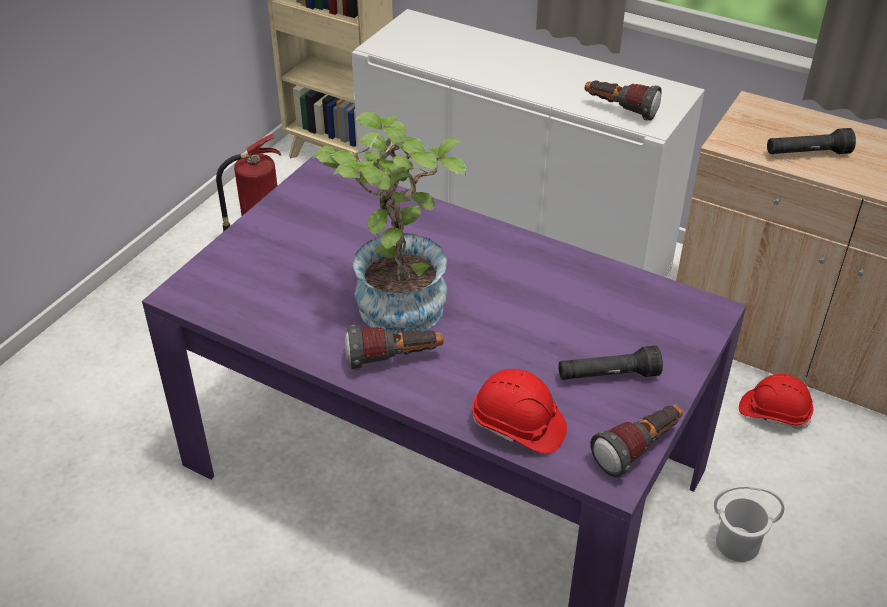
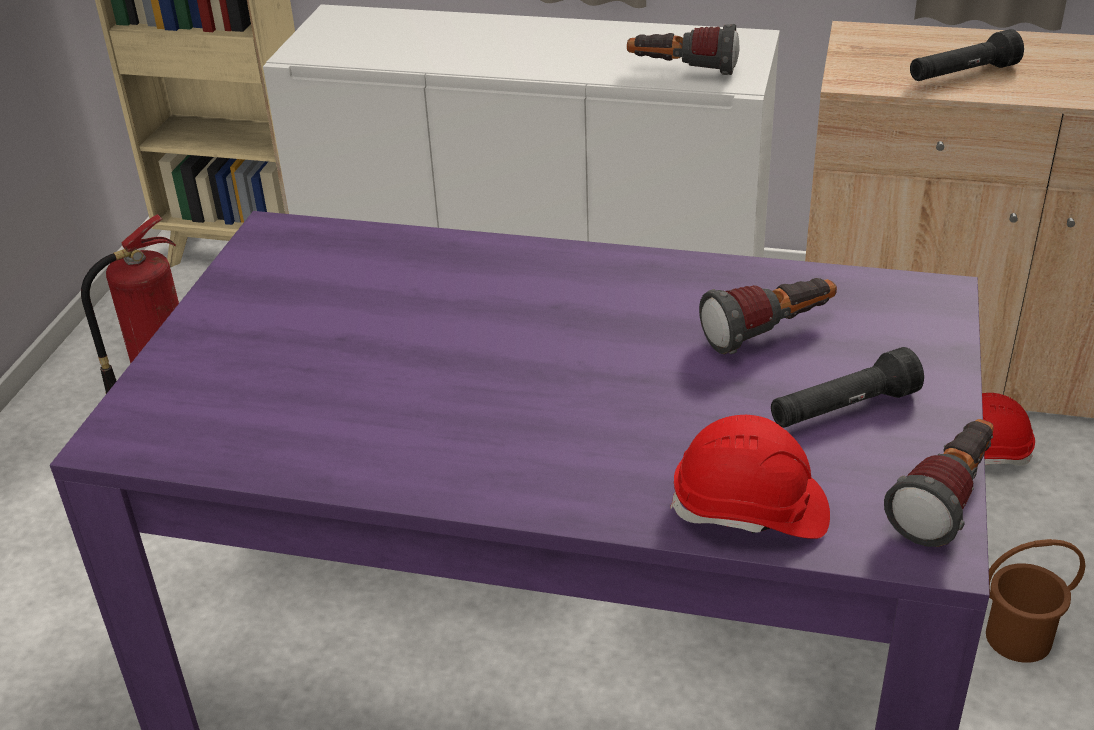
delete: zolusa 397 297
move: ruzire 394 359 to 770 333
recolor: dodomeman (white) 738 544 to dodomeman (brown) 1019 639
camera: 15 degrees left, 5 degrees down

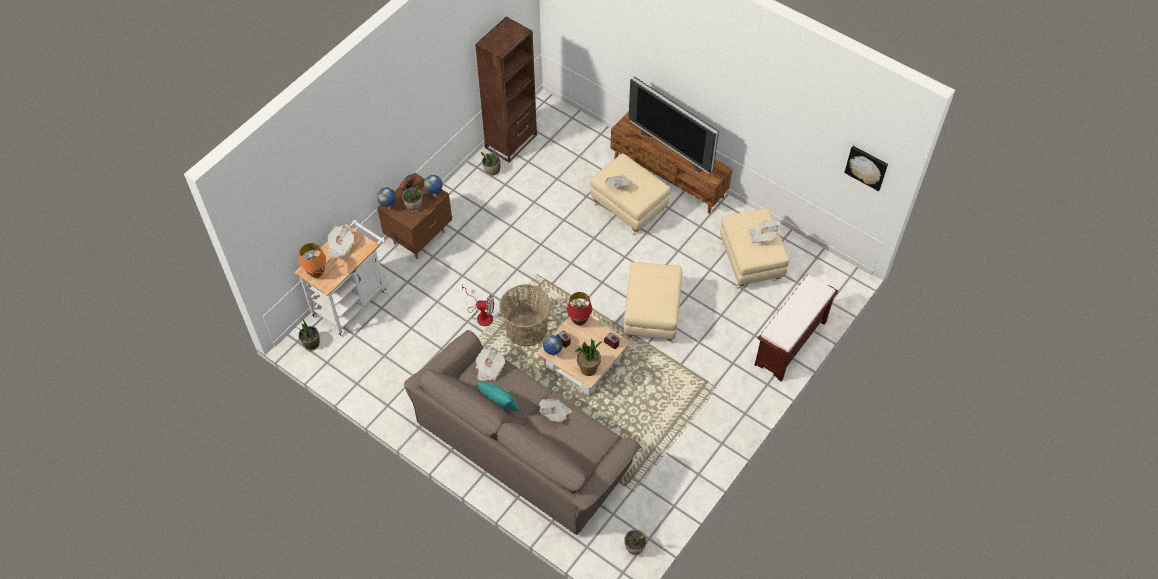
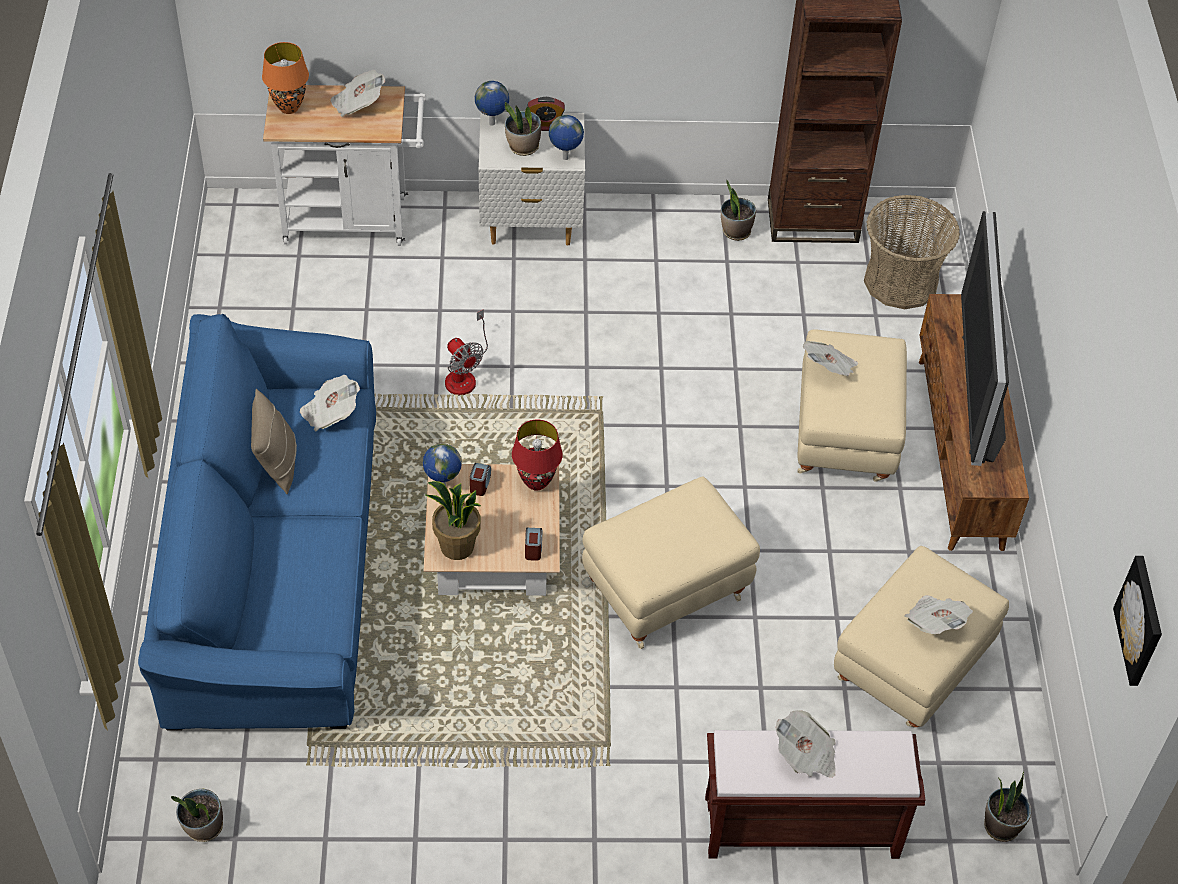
move: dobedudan 526 328 to 901 281; zolusa 311 343 to 1001 826; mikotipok 555 414 to 805 755
recolor: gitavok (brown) 419 238 to gitavok (white) 531 225; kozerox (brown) 524 445 to kozerox (blue) 276 566; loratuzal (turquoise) 499 404 to loratuzal (beige) 277 463
camera: 50 degrees right, 5 degrees down

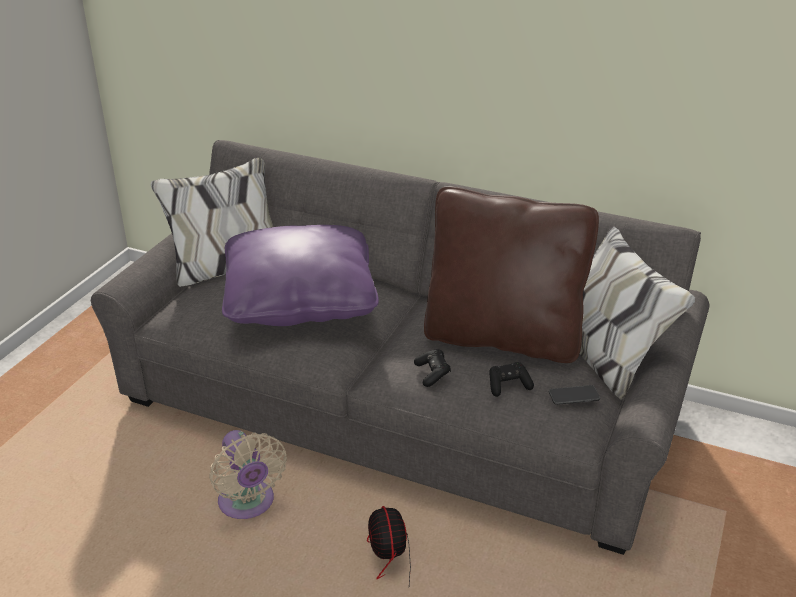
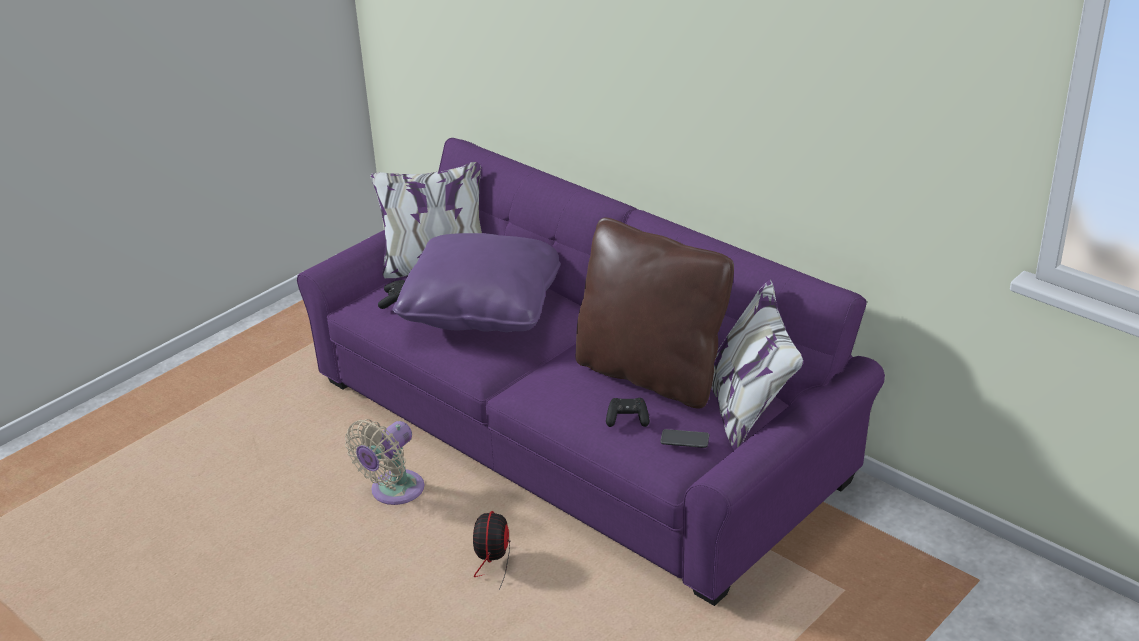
move: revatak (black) 432 374 to 394 300
recolor: kozerox (grey) 399 405 to kozerox (purple) 576 430
rotate: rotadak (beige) 248 504 = 393 492 45 degrees clockwise
camera: 20 degrees right, 0 degrees up

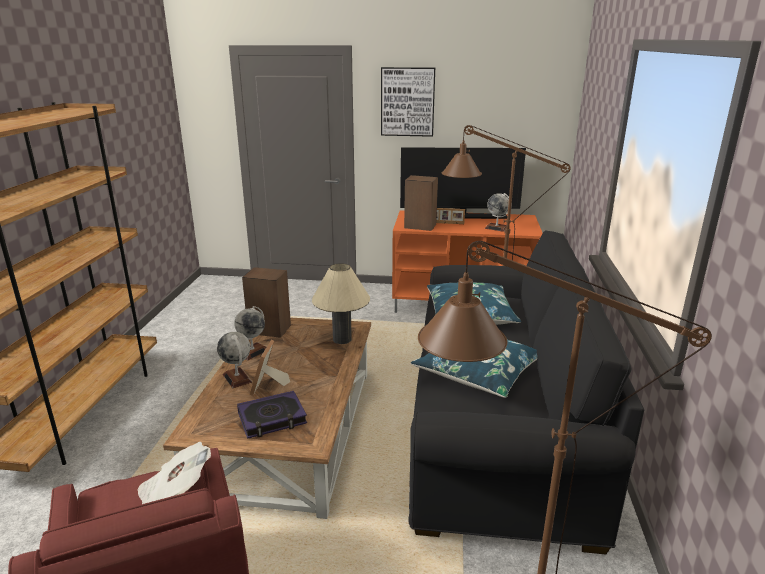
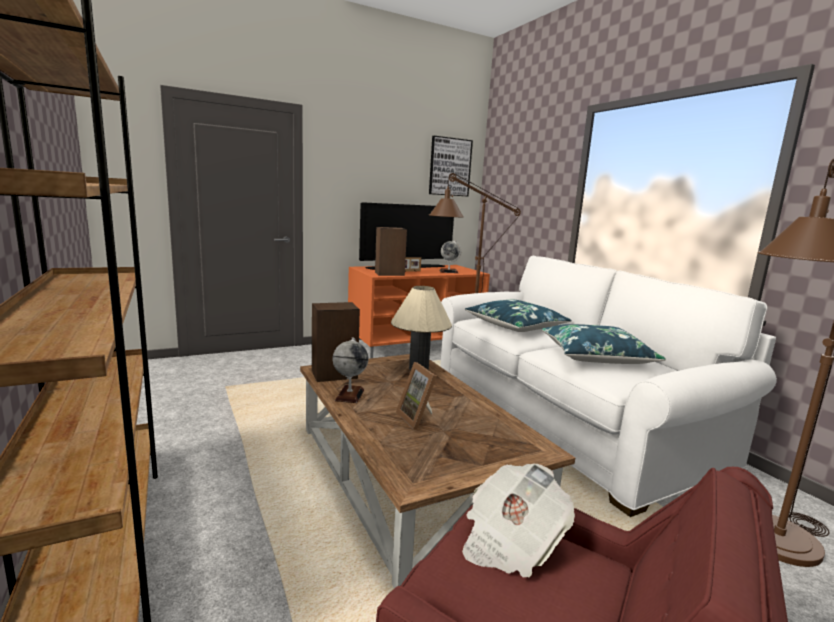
delete: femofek 237 378; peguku 272 418
move: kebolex 407 102 to 449 167
recolor: kozerox (black) 497 429 to kozerox (white) 564 422
camera: 35 degrees left, 10 degrees down

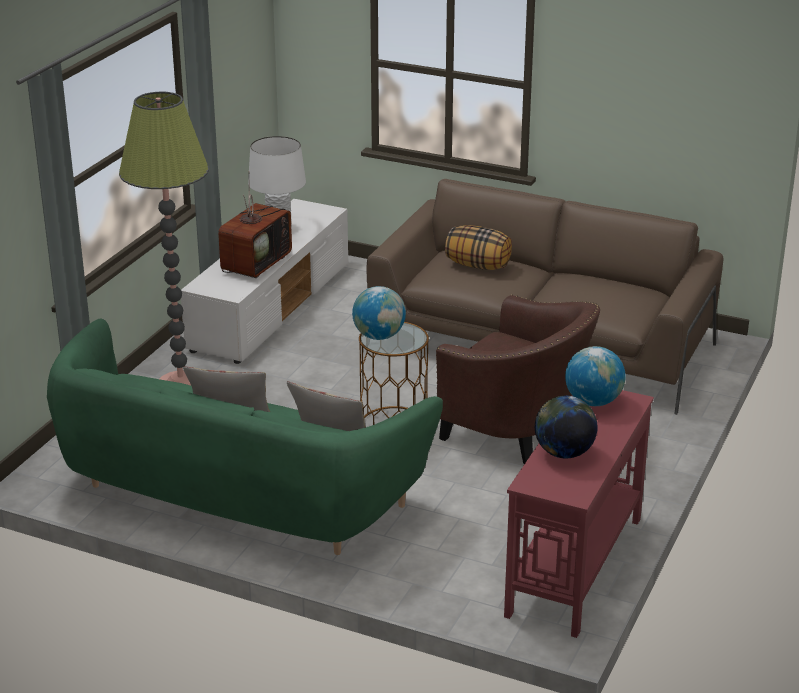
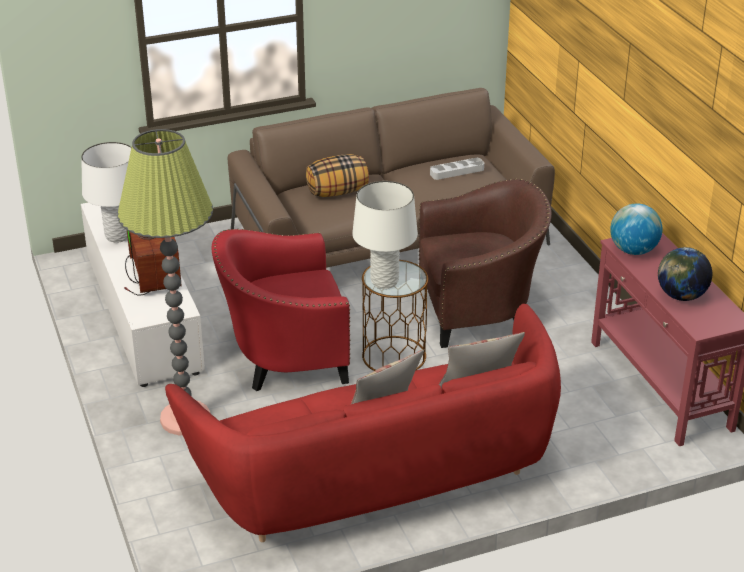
insert: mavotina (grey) 457 171; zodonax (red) 284 358
replace: femofek 379 336 to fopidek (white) 384 282
recolor: kozerox (green) 234 496 to kozerox (red) 378 479
camera: 45 degrees left, 5 degrees up

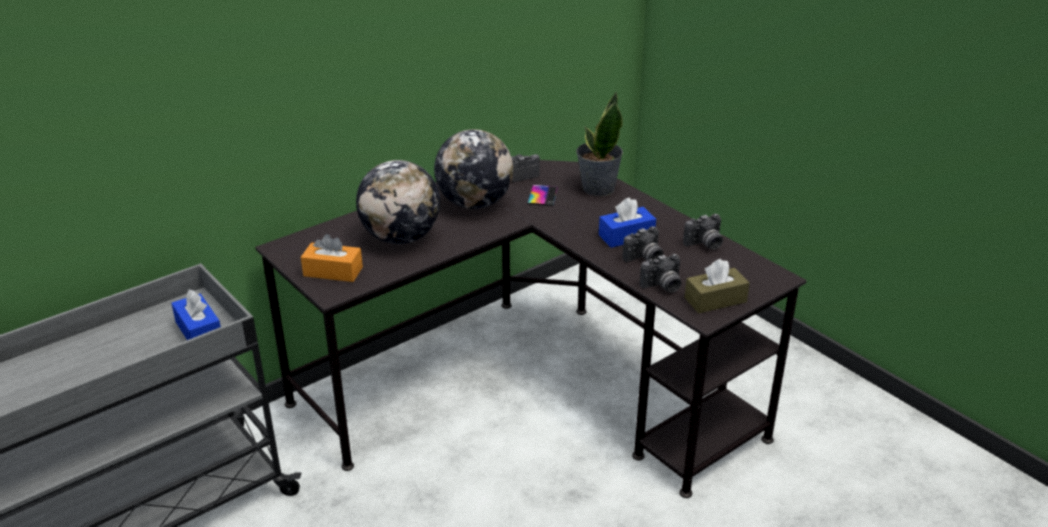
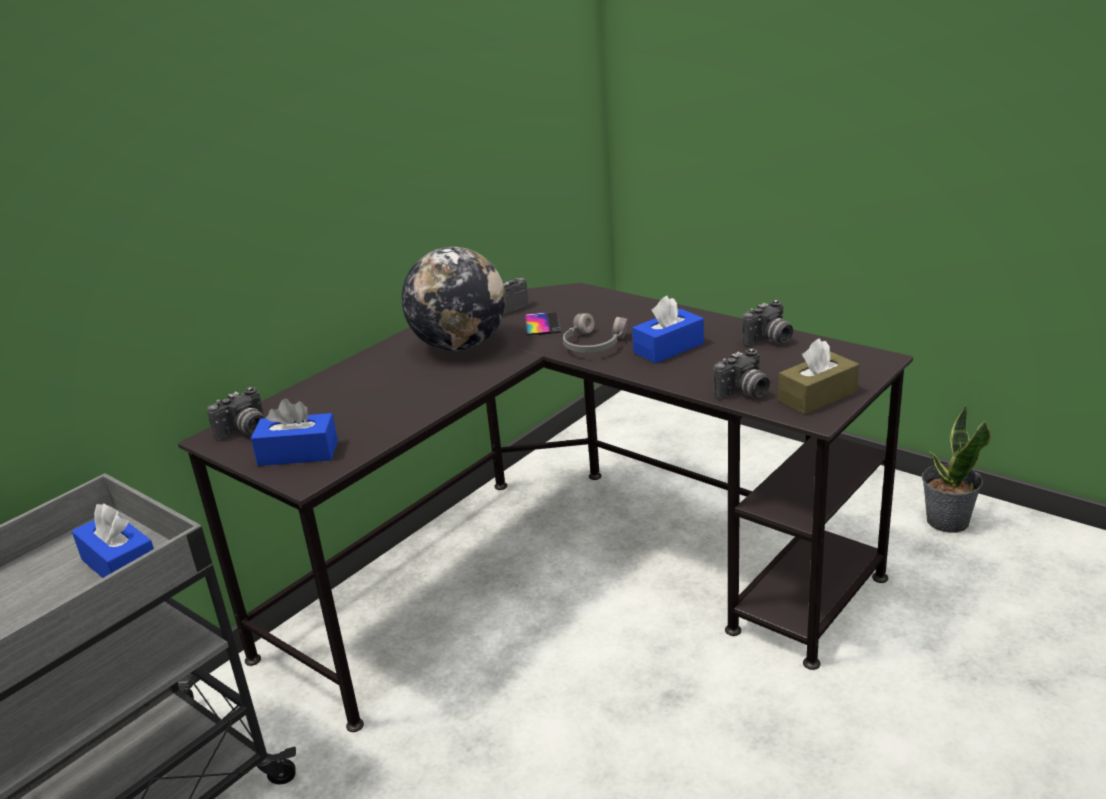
delete: femofek 401 238
insert: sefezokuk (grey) 592 345
move: zolusa 597 188 to 947 521; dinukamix 644 258 to 245 432
recolor: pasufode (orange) 333 271 to pasufode (blue) 298 453
camera: 10 degrees left, 5 degrees down

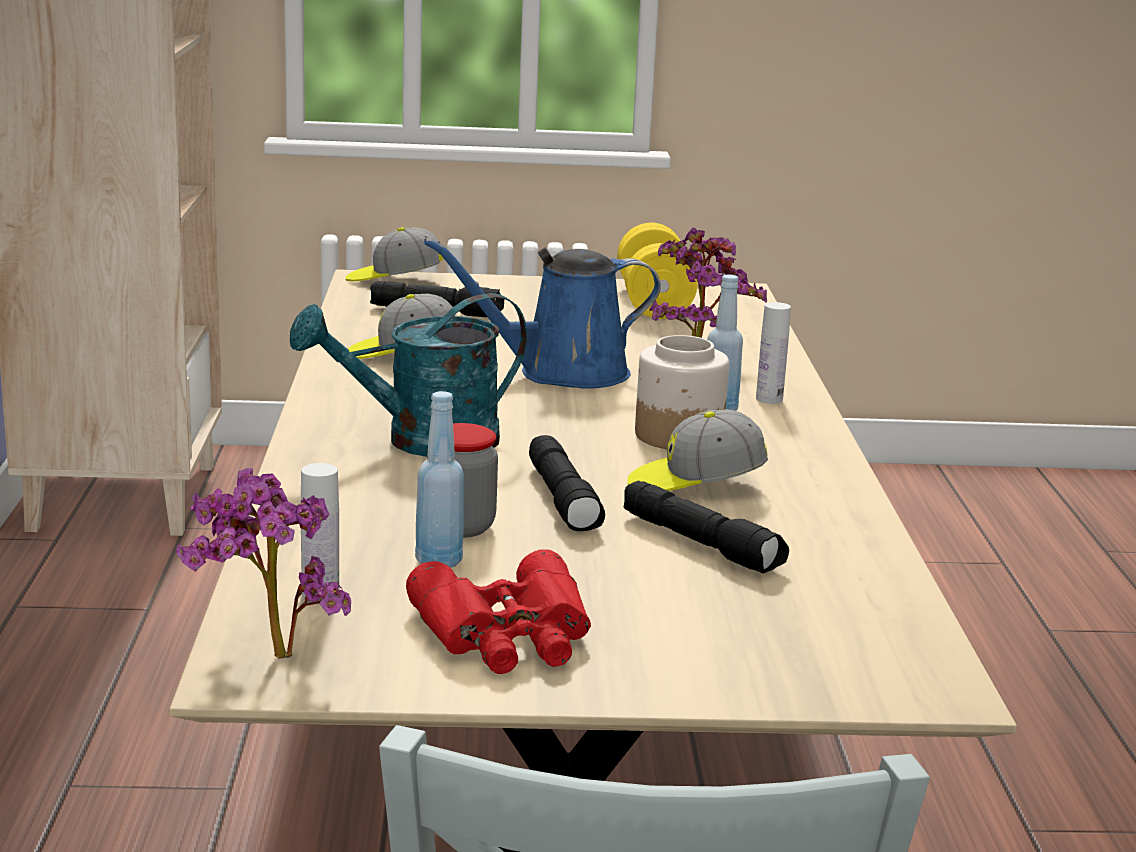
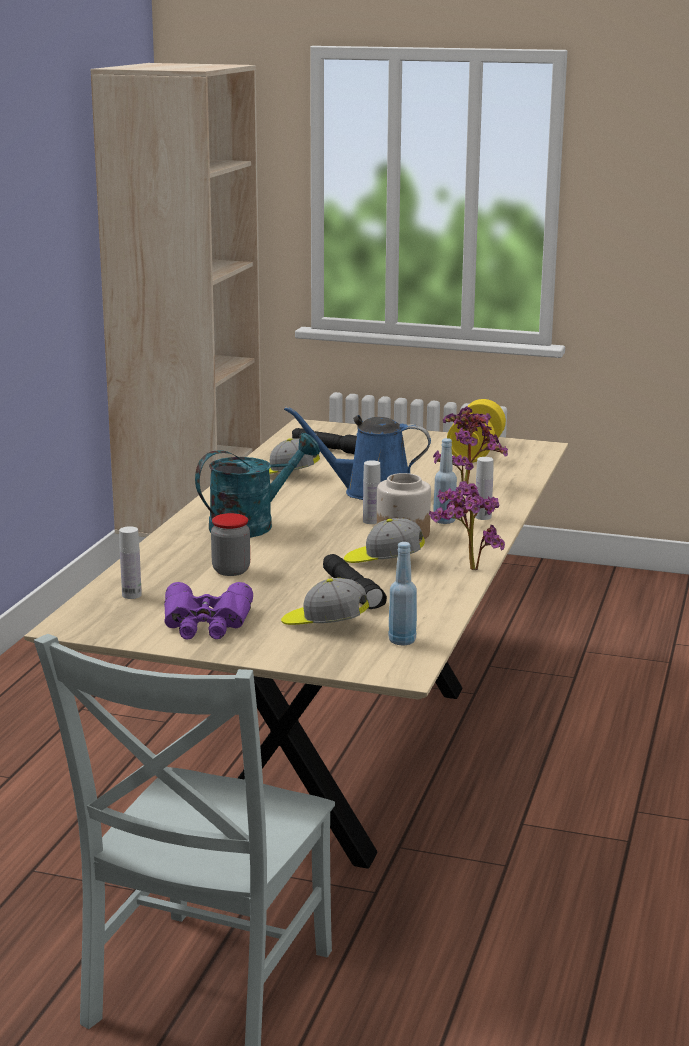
delete: ruzire (black) 564 500
insert: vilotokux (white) 371 521
move: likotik 394 280 to 324 624; vilotokux (blue) 439 561 to 402 641; zolusa 267 658 to 466 569
recolor: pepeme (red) 507 635 to pepeme (purple) 206 623
rotate: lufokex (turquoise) 423 442 = 252 525 150 degrees clockwise
camera: 20 degrees right, 0 degrees up

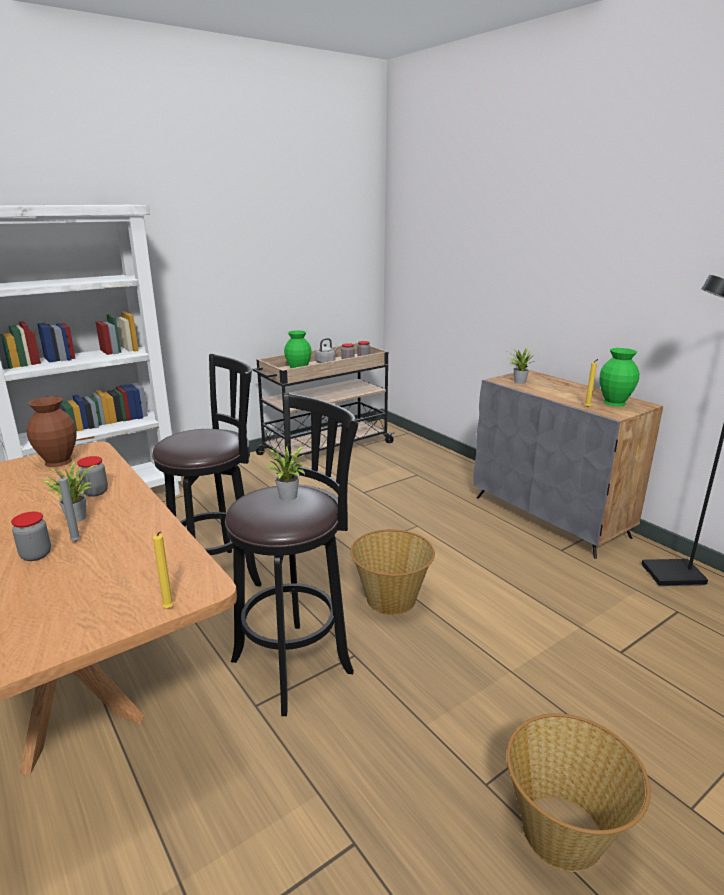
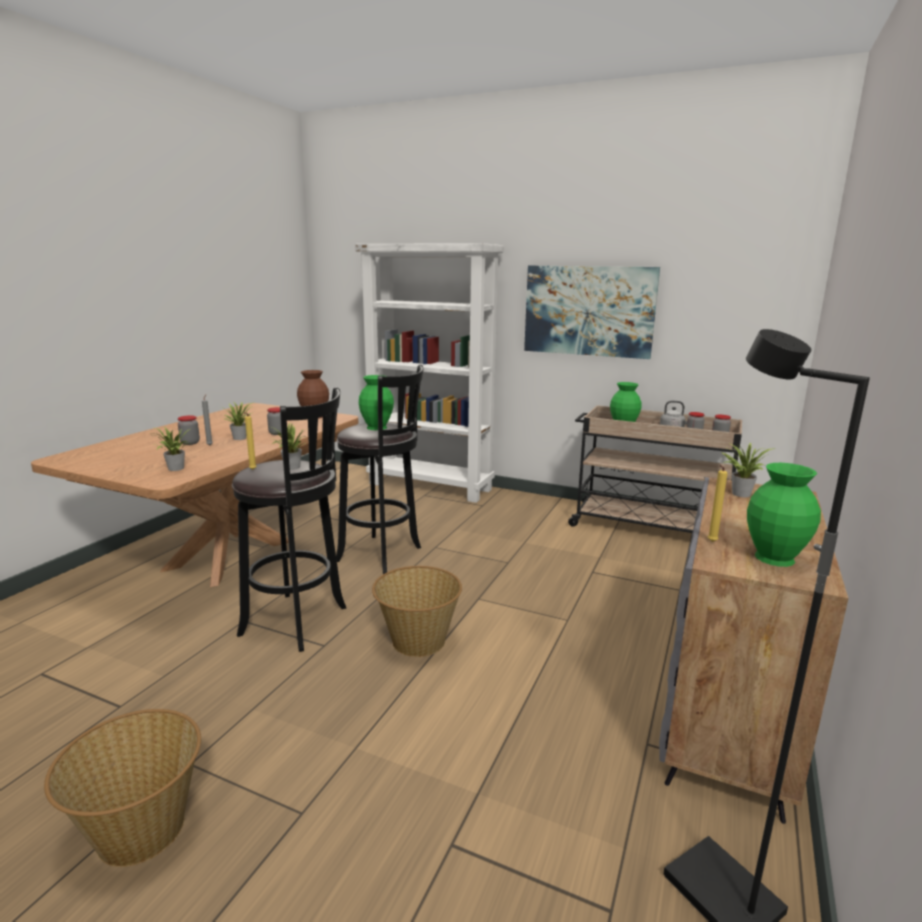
insert: kebolex 588 311; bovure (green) 376 427; zolusa 174 469
move: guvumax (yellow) 169 609 to 252 470
camera: 60 degrees right, 5 degrees down

